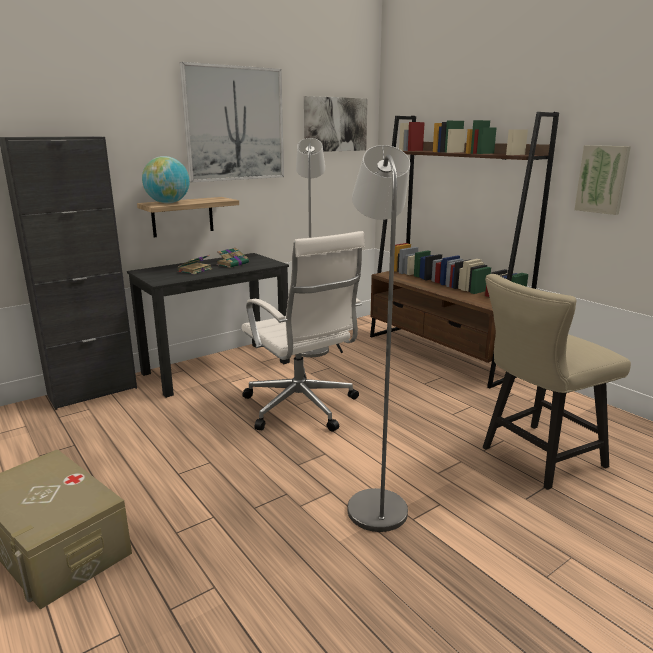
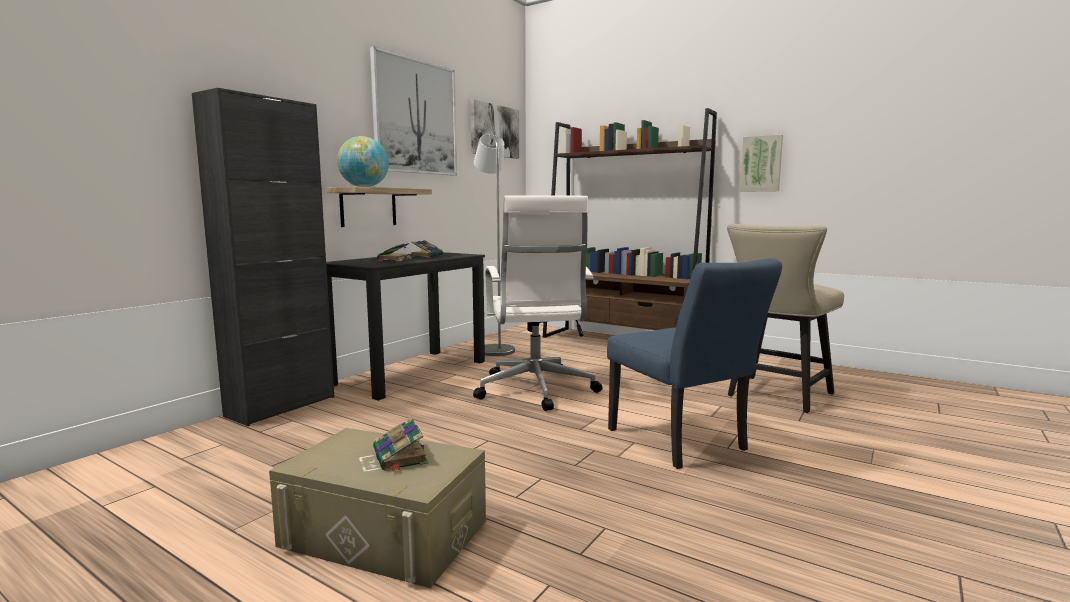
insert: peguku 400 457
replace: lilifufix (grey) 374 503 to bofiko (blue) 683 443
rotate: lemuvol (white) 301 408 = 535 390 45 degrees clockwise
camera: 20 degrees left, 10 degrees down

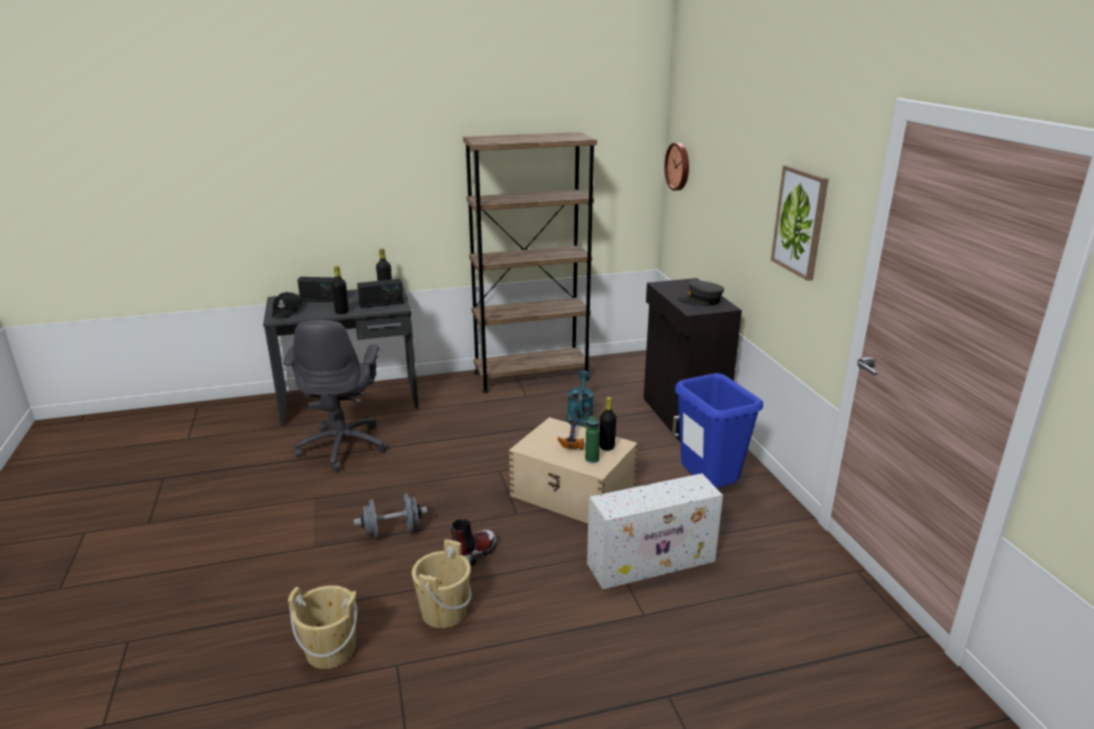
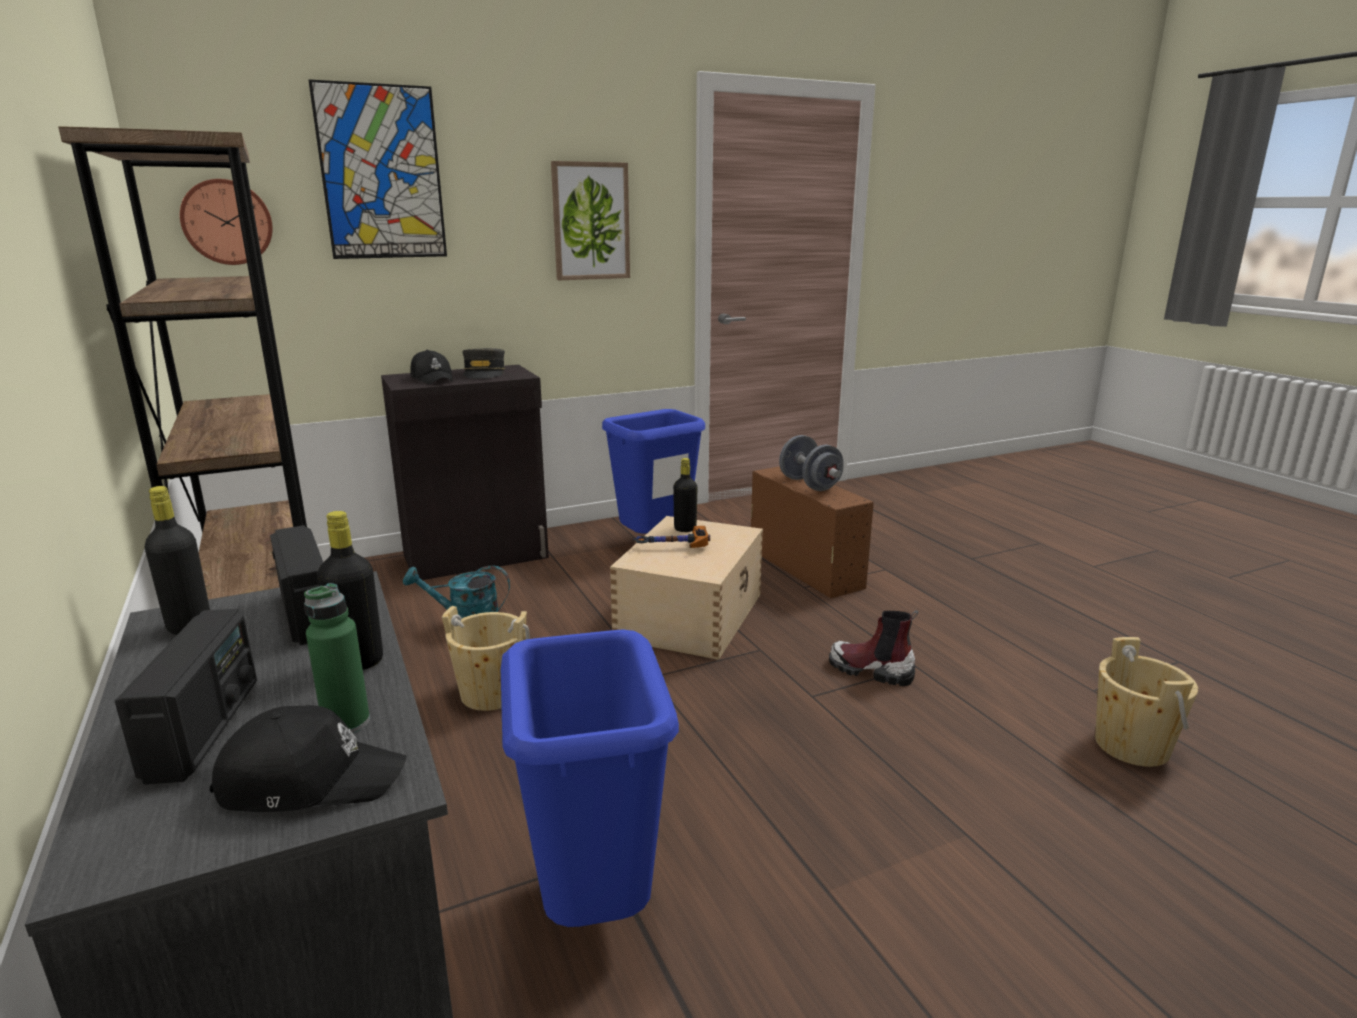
insert: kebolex 381 173; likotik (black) 432 378
move: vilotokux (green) 592 459 to 346 723; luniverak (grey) 392 531 to 809 484; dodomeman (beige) 444 611 to 491 693
replace: lemuvol (grey) 344 446 to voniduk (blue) 594 911
recolor: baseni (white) 653 562 to baseni (brown) 803 567
camera: 100 degrees left, 5 degrees down

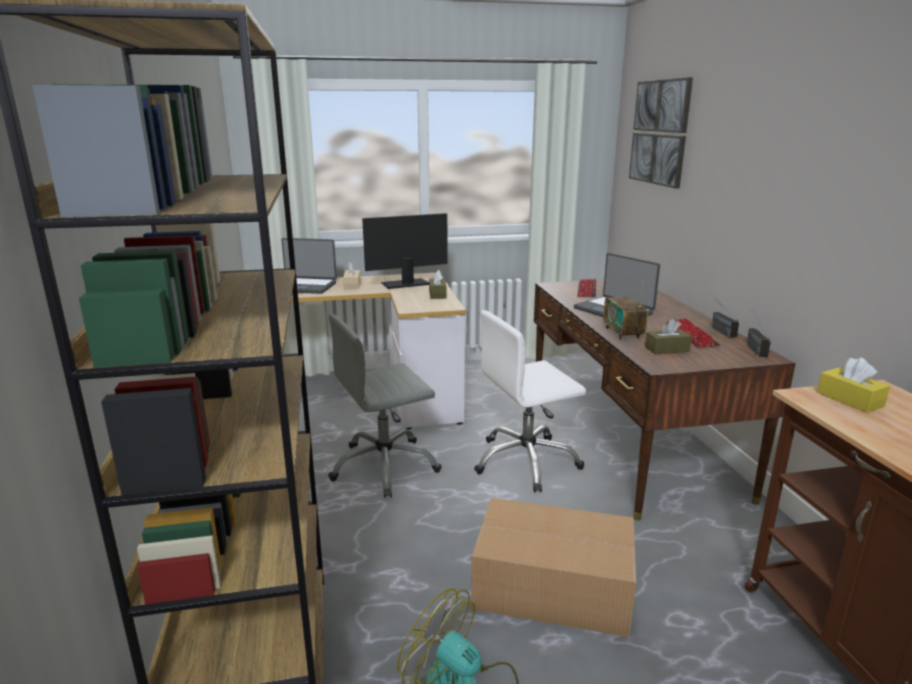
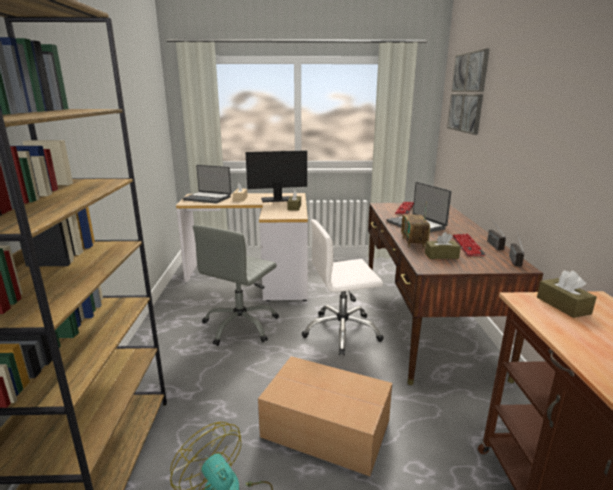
recolor: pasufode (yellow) 849 399 to pasufode (brown) 563 305
rotate: lemuvol (grey) 384 466 = 241 326 45 degrees counterclockwise
camera: 10 degrees right, 0 degrees up

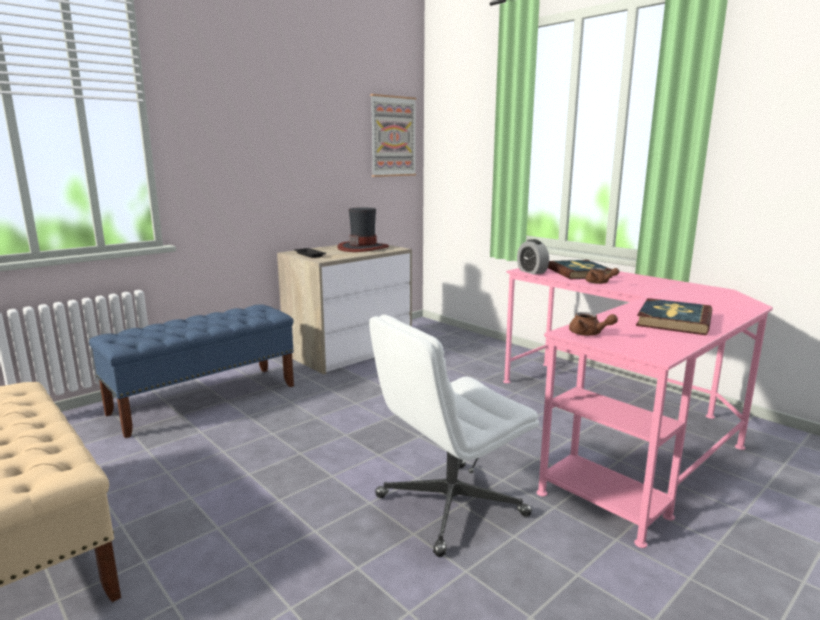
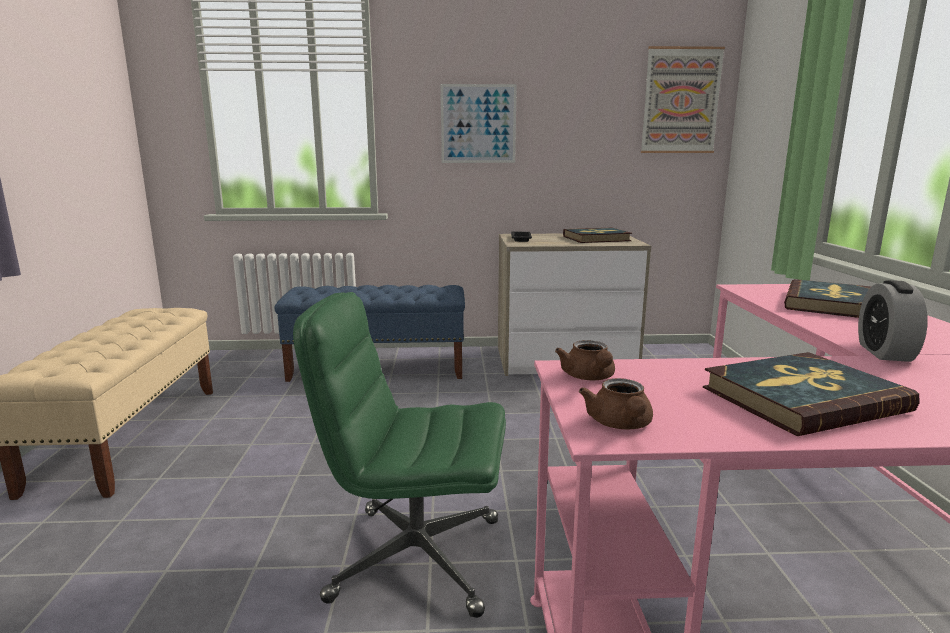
insert: kebolex 478 124
move: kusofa 531 272 to 884 352; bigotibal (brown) 599 283 to 620 425
replace: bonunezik 363 248 to peguku 596 238
recolor: lemuvol (white) 449 507 to lemuvol (green) 414 558
camera: 40 degrees right, 0 degrees up

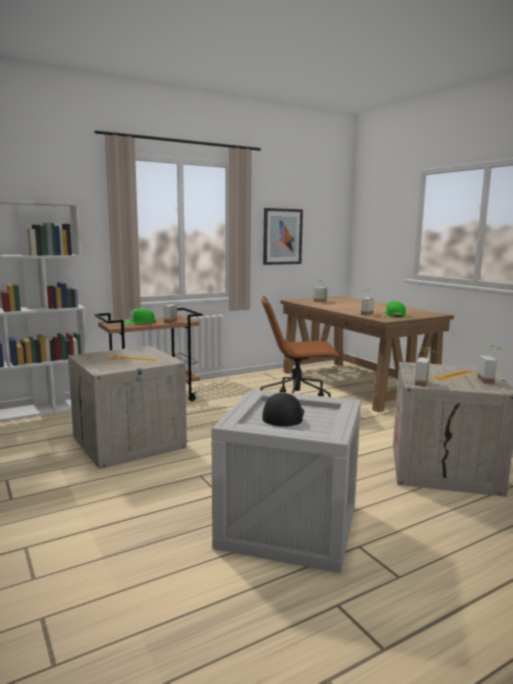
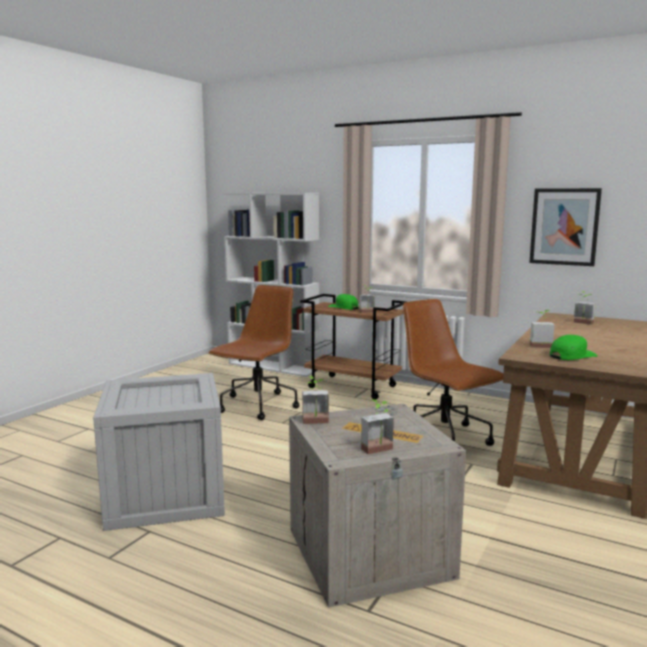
delete: likotik 283 416
replace: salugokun 129 441 to lemuvol (brown) 257 406
camera: 60 degrees right, 0 degrees up

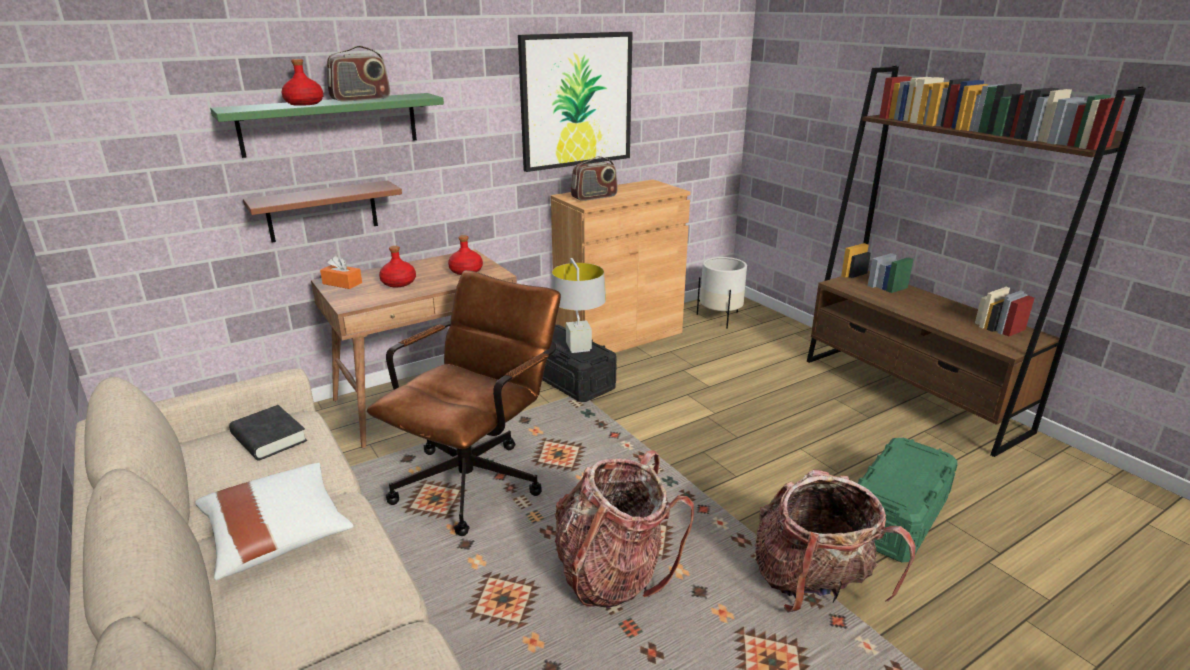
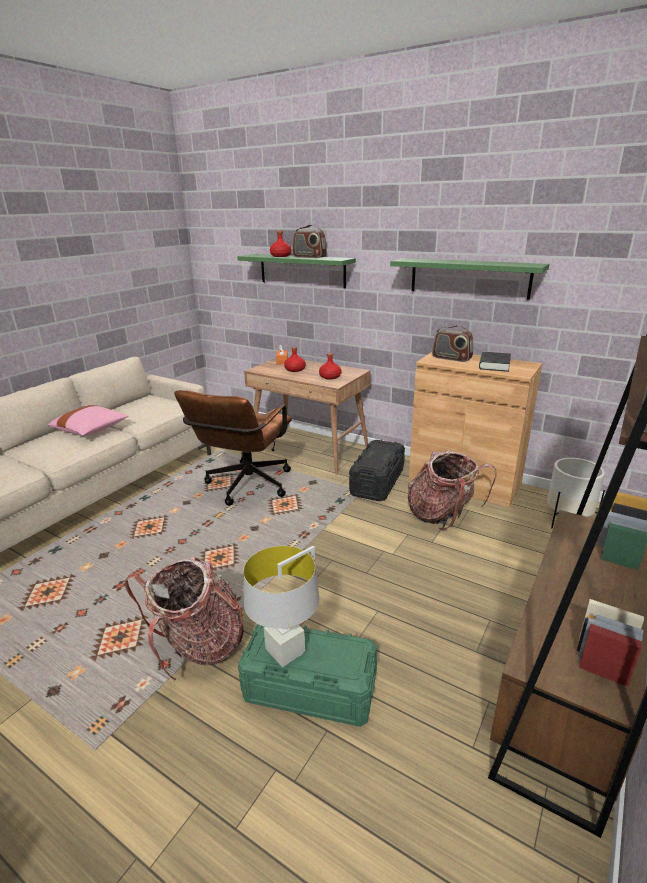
delete: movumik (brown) 322 211
move: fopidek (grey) 578 347 to 286 652; peguku (black) 269 438 to 494 365; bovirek 612 573 to 443 515
replace: kebolex 576 100 to movumik (green) 469 278
recolor: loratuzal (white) 277 535 to loratuzal (pink) 91 430
rotate: lemuvol (brown) 477 477 = 245 487 105 degrees clockwise
camera: 65 degrees right, 0 degrees up

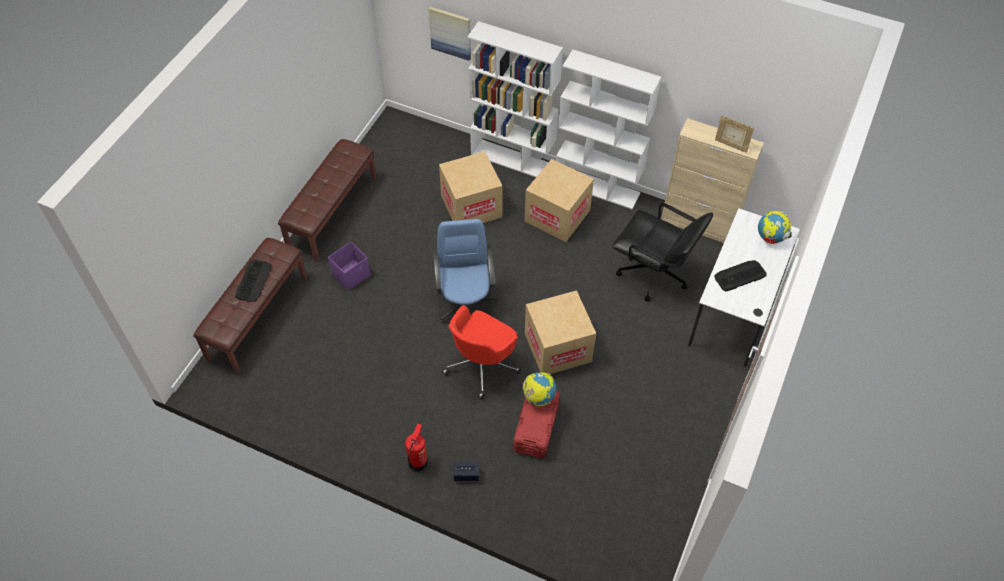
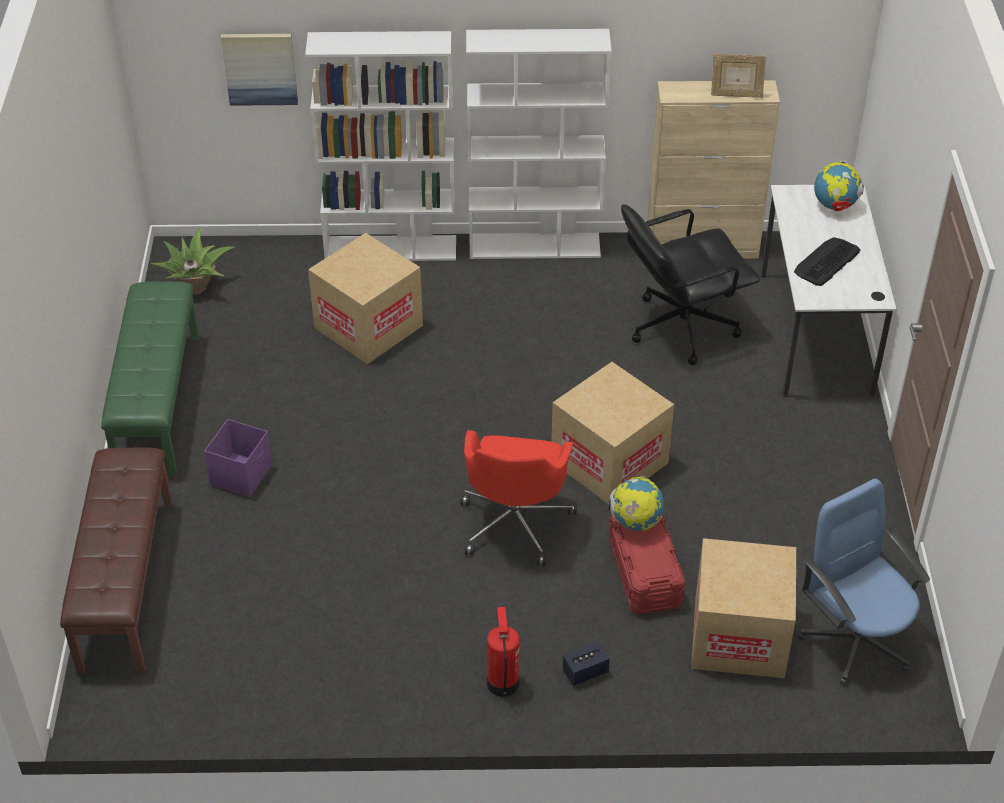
delete: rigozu 253 281
insert: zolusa 196 286
move: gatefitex 557 216 to 739 636; lemuvol (blue) 466 303 to 855 639
recolor: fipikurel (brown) 332 213 to fipikurel (green) 157 403
rotate: lemuvol (black) 653 274 = 681 327 150 degrees clockwise
camera: 25 degrees left, 10 degrees down

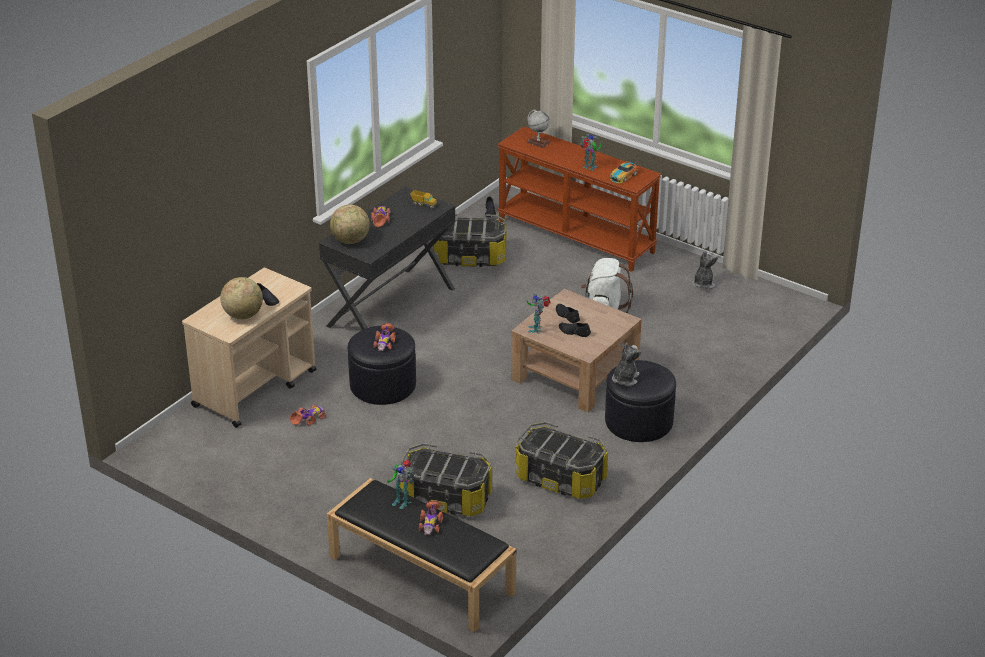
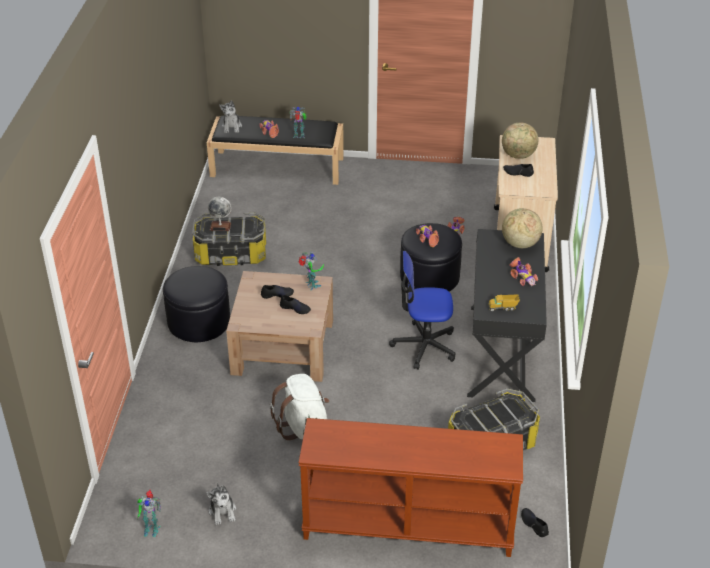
delete: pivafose 623 176; baseni 445 499
insert: lemuvol 424 346
move: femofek 538 142 to 220 226; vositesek 590 168 to 151 528; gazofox 625 379 to 232 126
camera: 150 degrees right, 5 degrees up

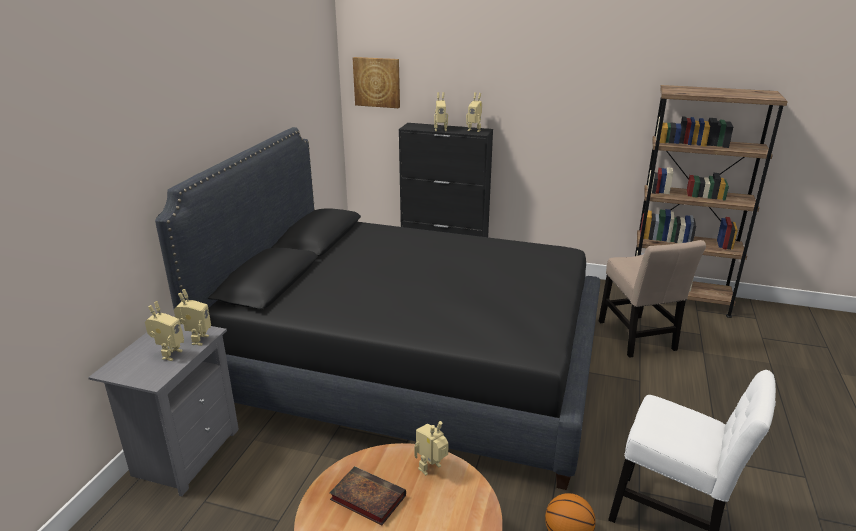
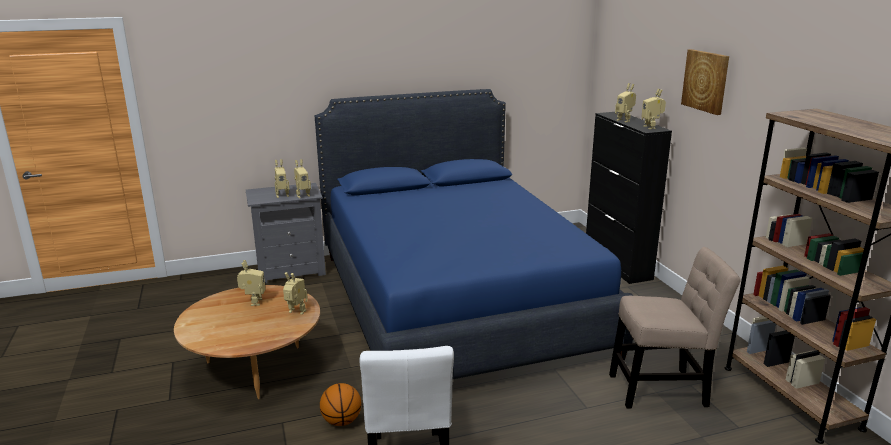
move: kebolex 377 82 to 706 81
replace: peguku 366 498 to vositesek 253 302
recolor: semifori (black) 410 367 to semifori (blue) 455 301
rotate: bofiko (beige) 638 338 = 662 389 135 degrees counterclockwise
camera: 55 degrees right, 5 degrees down

